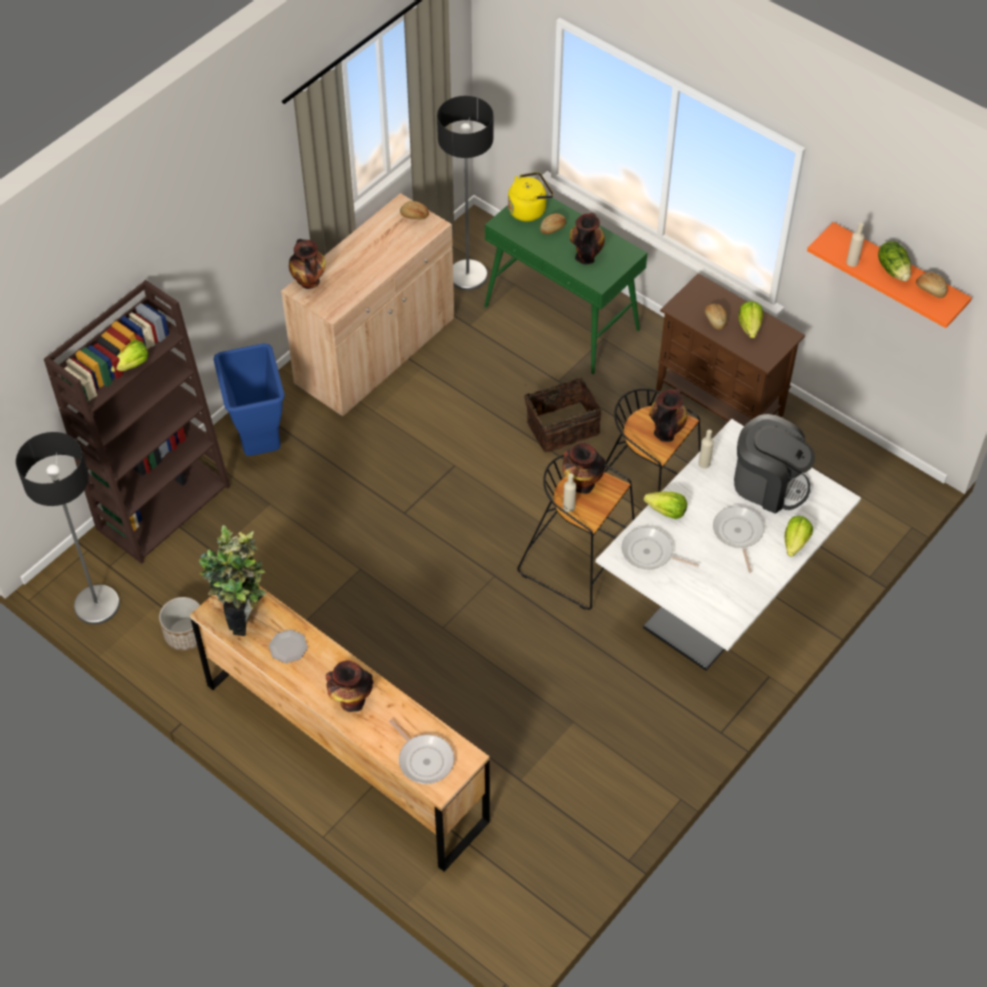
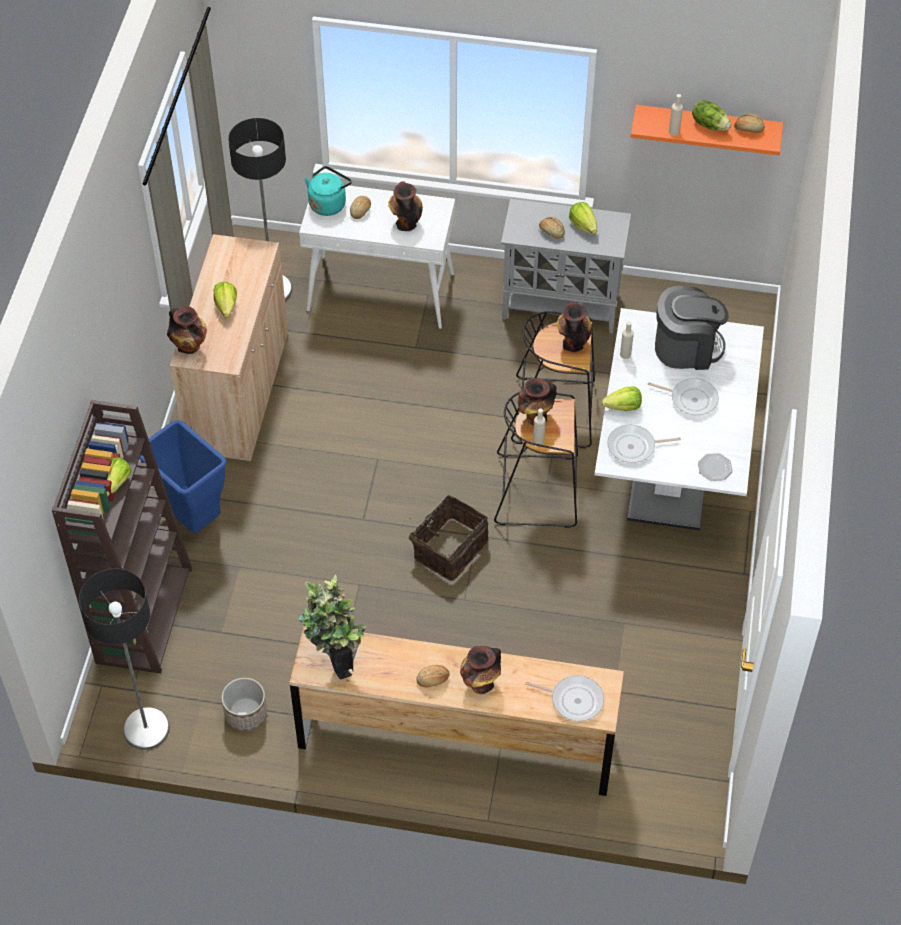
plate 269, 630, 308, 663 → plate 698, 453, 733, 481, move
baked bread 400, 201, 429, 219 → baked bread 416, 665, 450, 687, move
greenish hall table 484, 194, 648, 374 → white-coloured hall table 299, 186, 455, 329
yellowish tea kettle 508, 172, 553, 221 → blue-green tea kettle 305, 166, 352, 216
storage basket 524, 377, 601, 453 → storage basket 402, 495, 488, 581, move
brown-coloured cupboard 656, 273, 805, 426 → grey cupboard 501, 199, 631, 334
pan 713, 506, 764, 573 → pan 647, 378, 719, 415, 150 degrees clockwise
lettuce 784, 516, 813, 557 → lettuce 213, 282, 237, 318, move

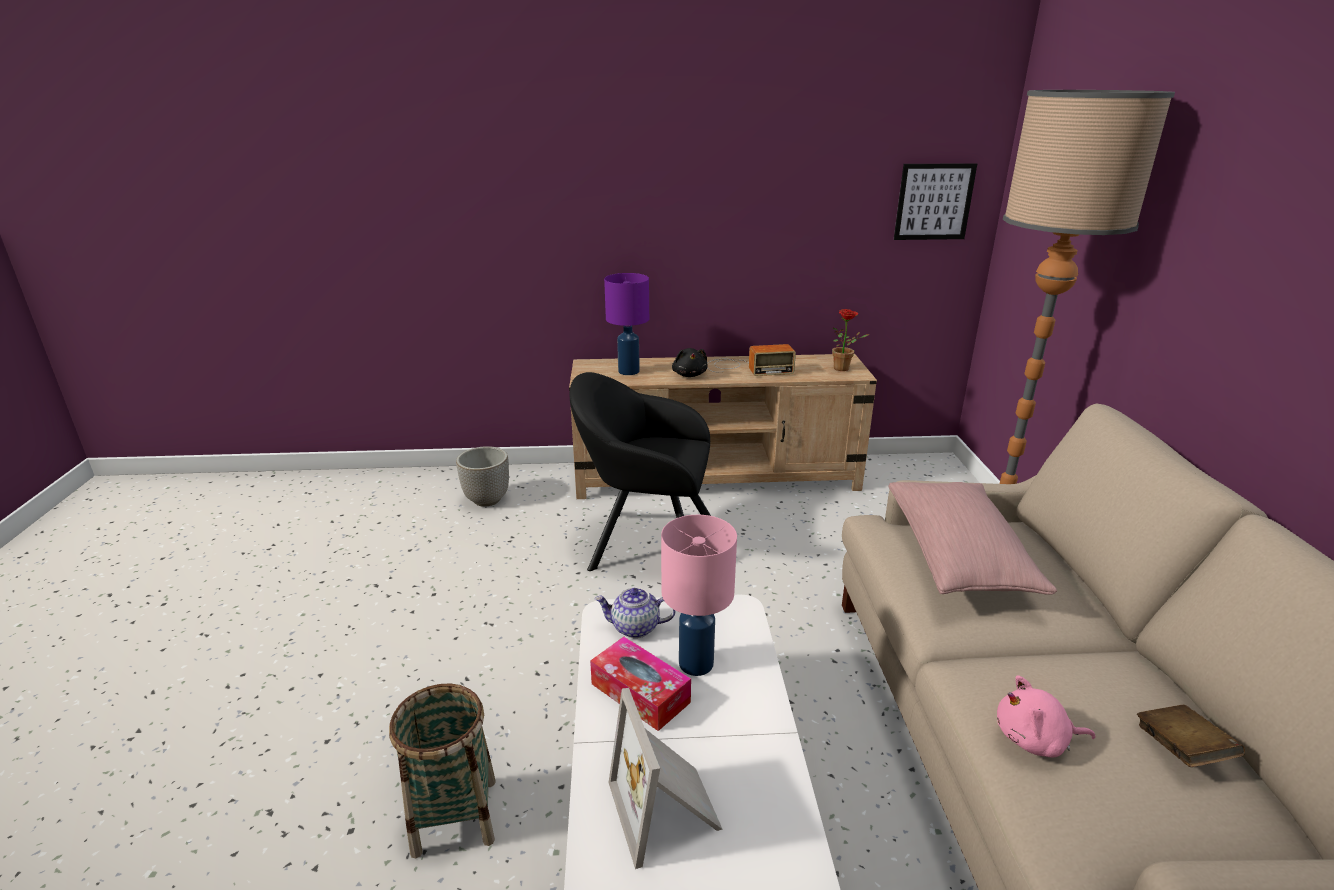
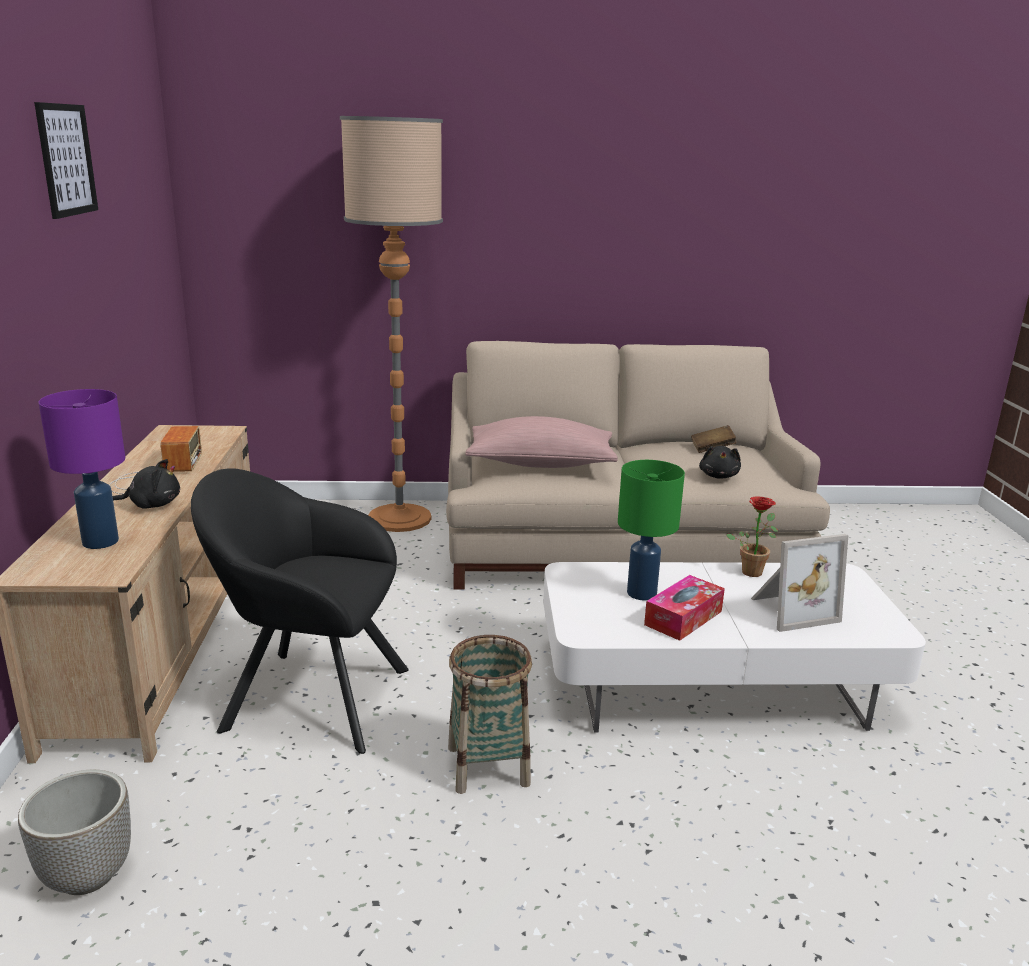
storage basket 389, 684, 496, 858 → storage basket 448, 635, 532, 794, move
black easy chair 569, 372, 711, 571 → black easy chair 191, 469, 408, 754, 90 degrees clockwise
tea pot 595, 587, 676, 638 → -
pink-coloured tabletop lamp 661, 515, 737, 676 → greenish tabletop lamp 618, 460, 685, 600
houseplant 832, 309, 869, 371 → houseplant 726, 496, 778, 577, move
picture 894, 163, 977, 240 → picture 34, 102, 98, 219, move
pink-coloured soft toy 997, 675, 1096, 758 → black soft toy 699, 446, 741, 479

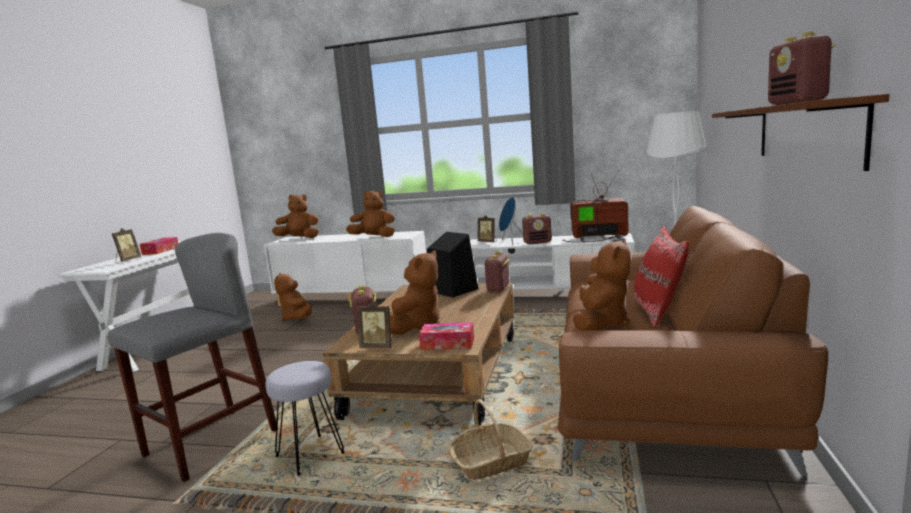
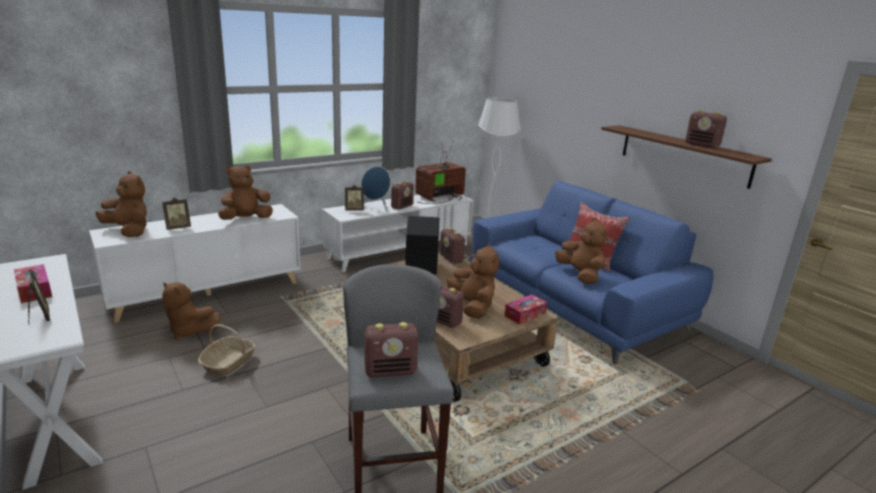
grey sitting stool 266, 361, 345, 476 → -
brown-coloured soft toy 272, 194, 319, 238 → brown-coloured soft toy 95, 171, 147, 237, 75 degrees clockwise
photo frame 357, 302, 393, 348 → photo frame 162, 198, 191, 230, move
storage basket 448, 399, 533, 480 → storage basket 198, 324, 255, 376, move
brown-coloured settee 557, 206, 828, 476 → bluish settee 469, 180, 714, 365
- → radio set 364, 322, 419, 378

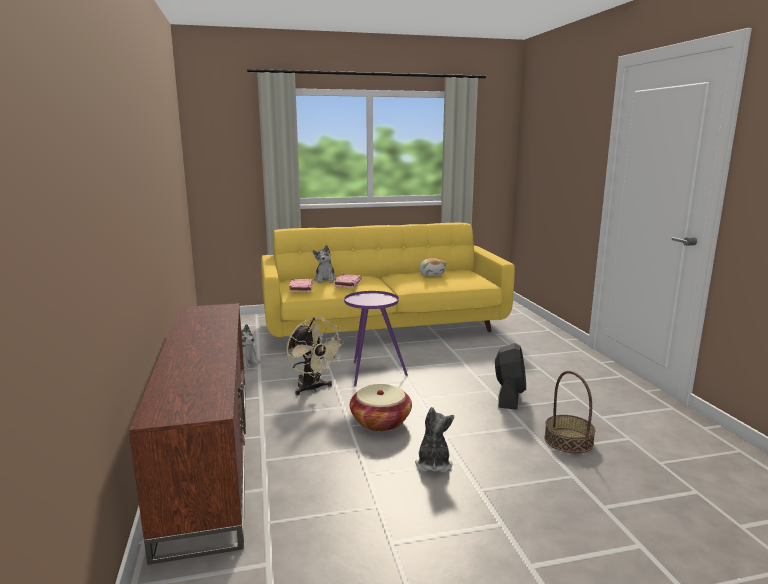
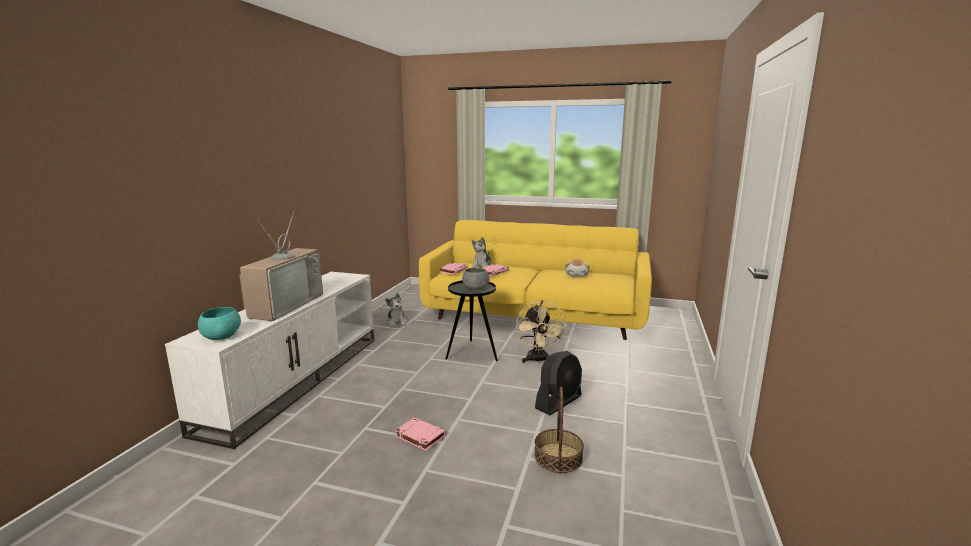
brown-coloured tv stand 129, 303, 246, 565 → white-coloured tv stand 165, 272, 374, 449
sand-coloured electric fan 286, 318, 345, 395 → sand-coloured electric fan 516, 300, 567, 363, move
purplish end table 344, 291, 408, 386 → black end table 446, 281, 498, 361
storage basket 350, 384, 412, 432 → -
soft toy 415, 407, 454, 472 → pink-coloured bound book 395, 417, 446, 451
- → blue-green serving bowl 198, 307, 241, 340
- → television 239, 212, 323, 321
- → grey serving bowl 462, 268, 489, 290

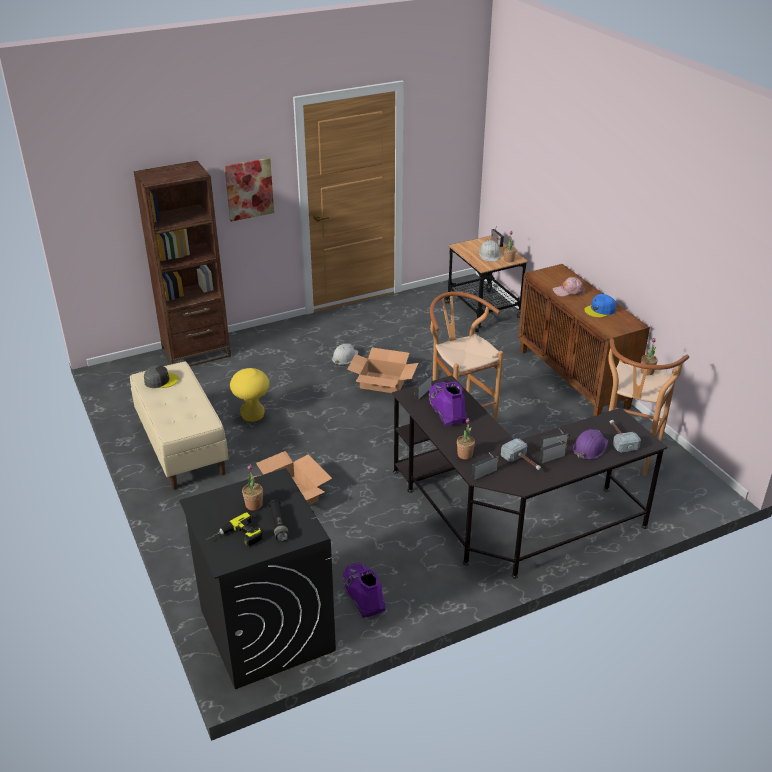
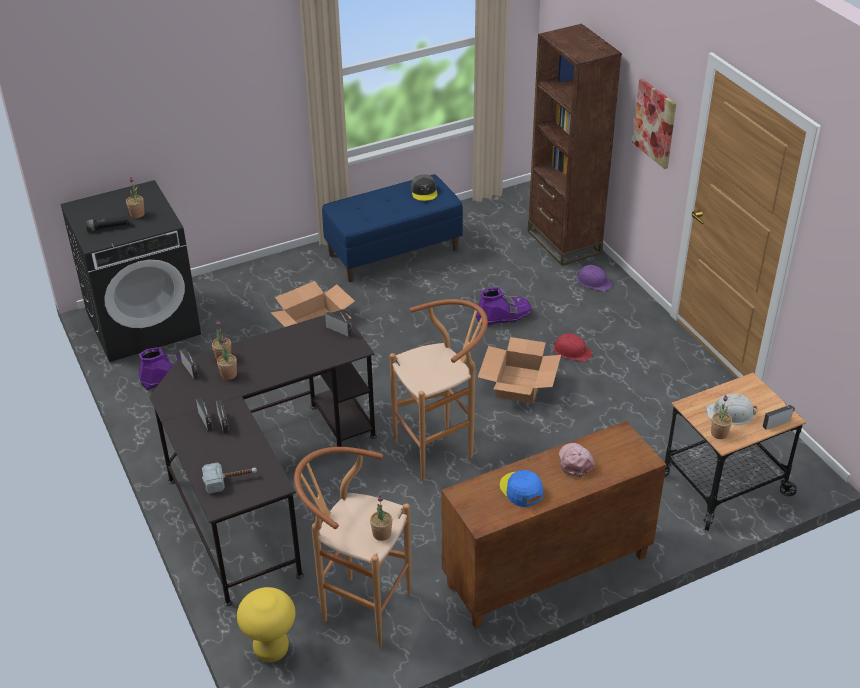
sand-coloured bench 130, 362, 229, 490 → bluish bench 322, 174, 463, 282
drill 205, 512, 263, 547 → -
yellowish sitting stool 230, 368, 269, 422 → yellowish sitting stool 237, 587, 296, 662, move
white-coloured hard hat 332, 344, 359, 365 → red hard hat 552, 333, 593, 361
purplish high-top boot 429, 381, 467, 426 → purplish high-top boot 476, 287, 532, 327, move
hand hammer 501, 438, 541, 470 → -
purplish hard hat 573, 429, 608, 459 → purplish hard hat 576, 265, 613, 291, move
- → houseplant 217, 337, 237, 380

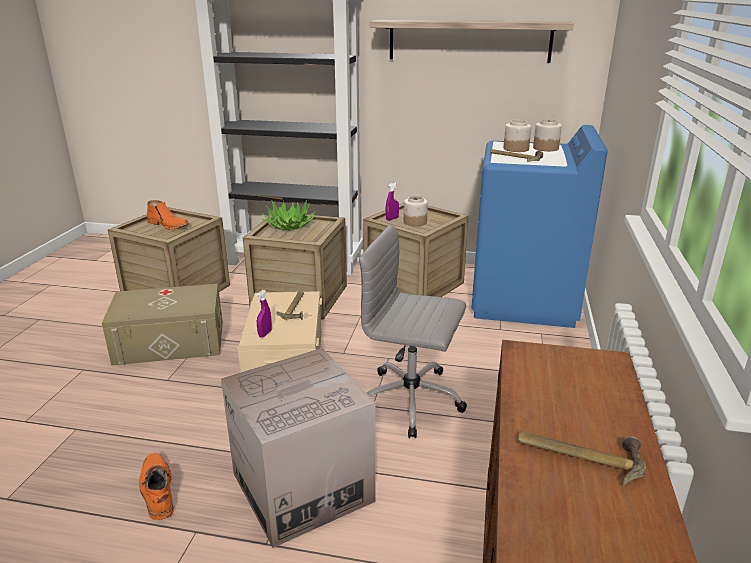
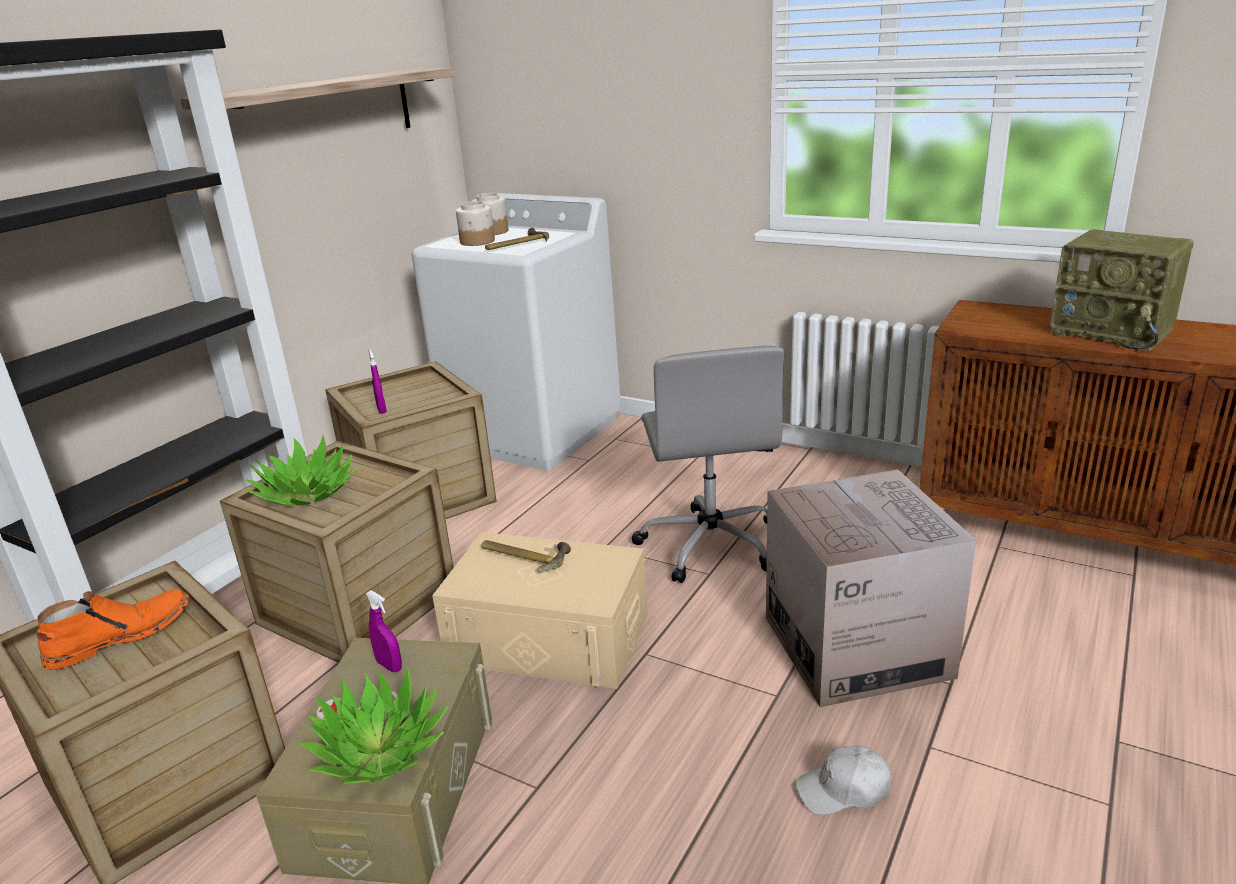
orange-coloured high-top boot 139, 453, 174, 520 → white-coloured peaked cap 795, 745, 892, 815
purplish spray bottle 256, 290, 272, 338 → purplish spray bottle 365, 590, 402, 672, move
grey office chair 359, 224, 467, 438 → grey office chair 631, 346, 784, 583, 45 degrees counterclockwise
preserve jar 404, 196, 428, 226 → -
bluish laundry machine 471, 125, 608, 328 → white-coloured laundry machine 411, 193, 621, 471
hand hammer 518, 431, 646, 486 → radio set 1050, 229, 1194, 351
- → houseplant 298, 668, 447, 784

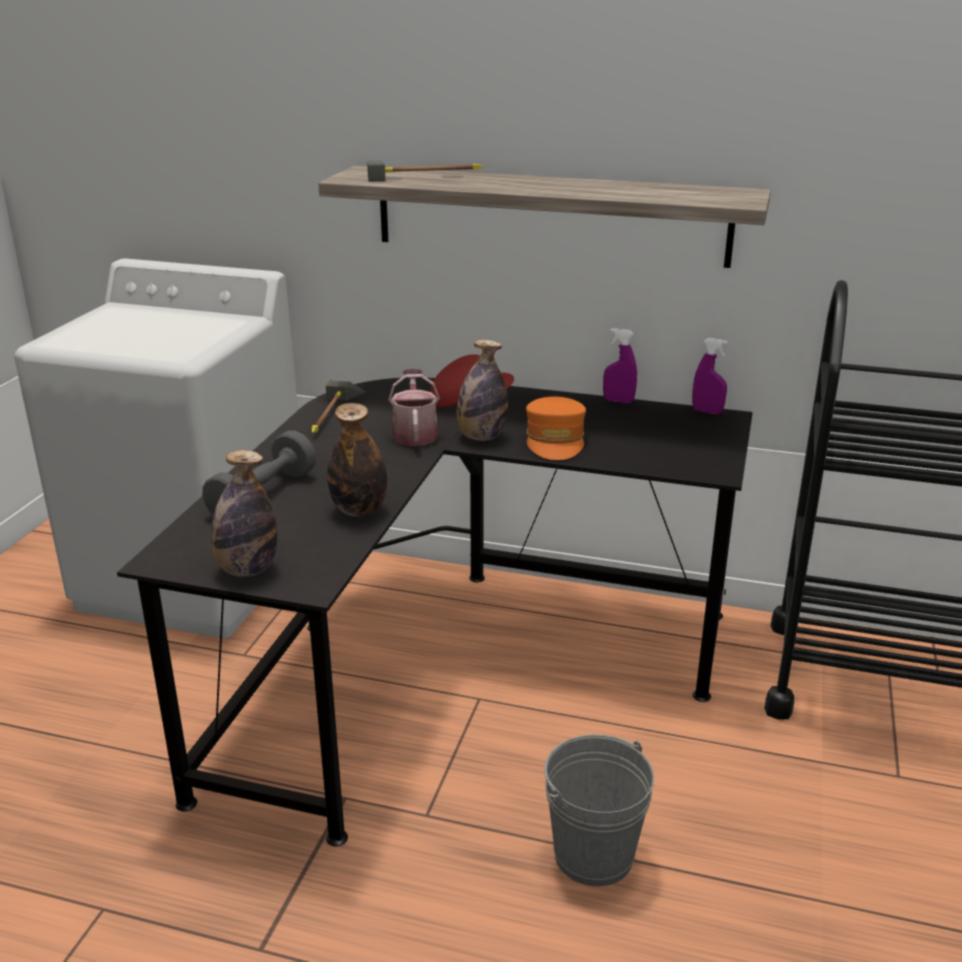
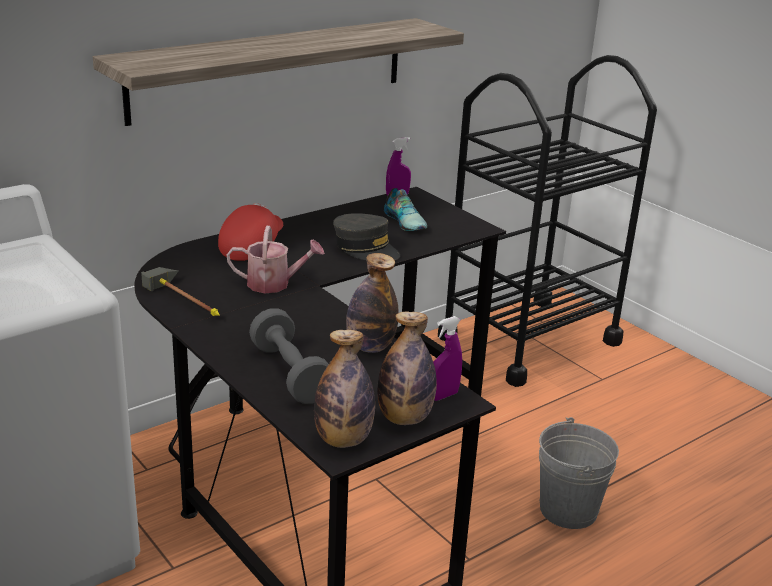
hand hammer 367, 160, 484, 182 → -
sprinkling can 388, 368, 440, 446 → sprinkling can 227, 226, 325, 293, 150 degrees clockwise
drink bottle 457, 340, 508, 441 → drink bottle 314, 329, 375, 448, move
orange-coloured peaked cap 526, 397, 586, 460 → grey peaked cap 333, 213, 400, 260
purplish spray bottle 603, 328, 637, 403 → purplish spray bottle 433, 316, 462, 401, move
- → item of footwear 384, 188, 427, 231

